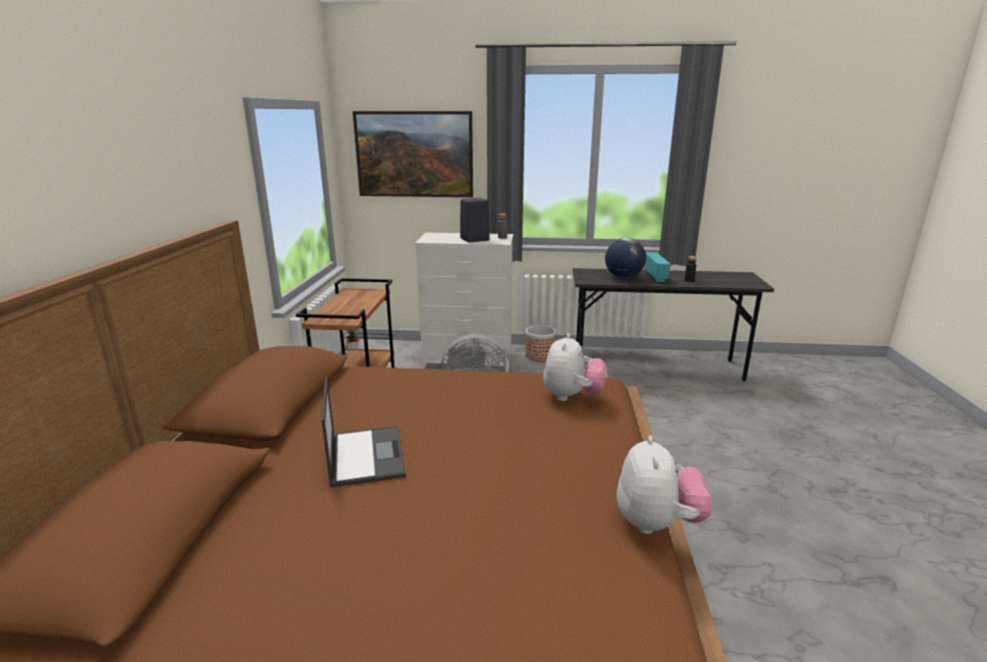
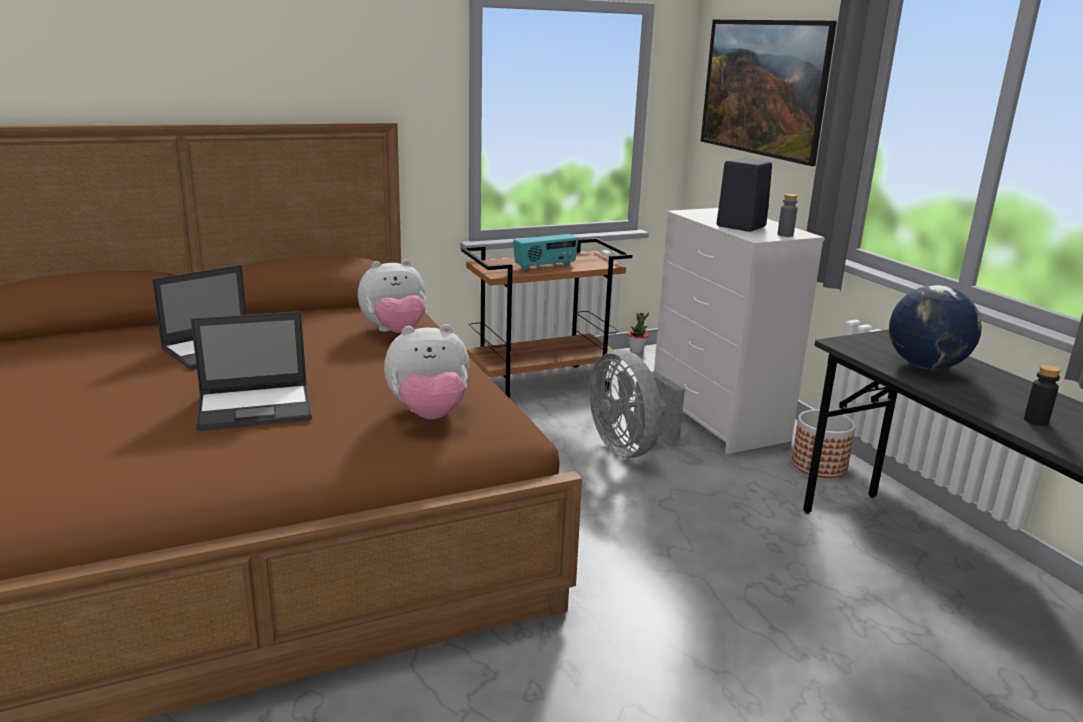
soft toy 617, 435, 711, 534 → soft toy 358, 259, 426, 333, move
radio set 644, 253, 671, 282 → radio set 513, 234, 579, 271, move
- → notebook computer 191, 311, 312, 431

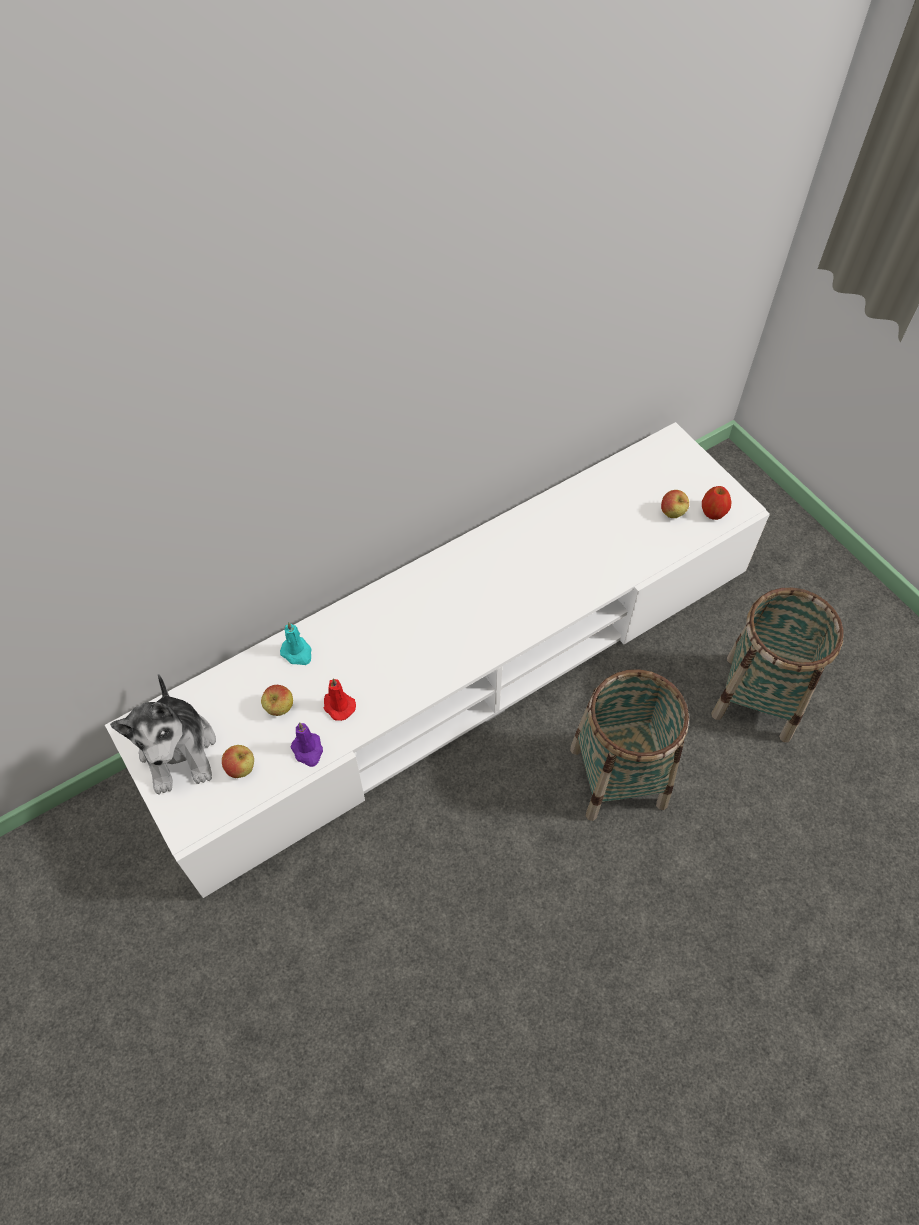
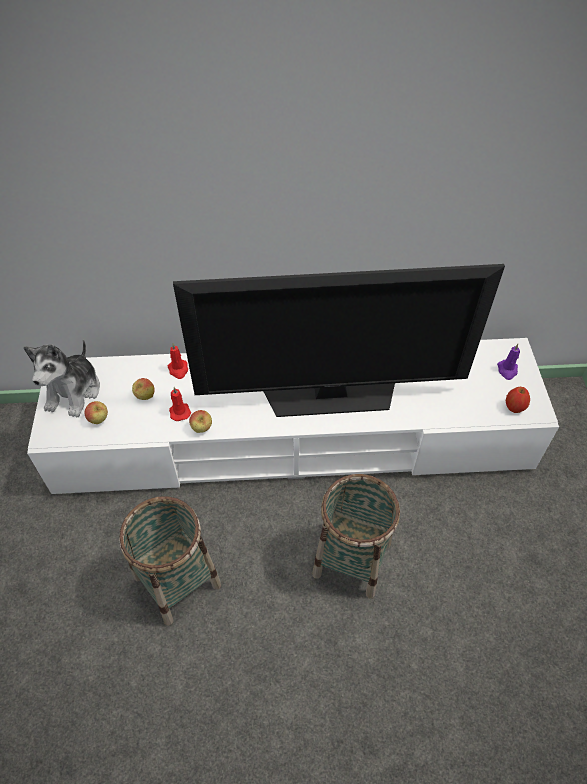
blue-green candle 280, 622, 312, 665 → red candle 168, 343, 188, 379
purplish candle 290, 722, 323, 767 → purplish candle 497, 344, 520, 380, move
apple 661, 490, 689, 518 → apple 189, 410, 212, 433, move
storage basket 711, 588, 844, 742 → storage basket 119, 496, 221, 626, move
- → television 173, 264, 505, 417

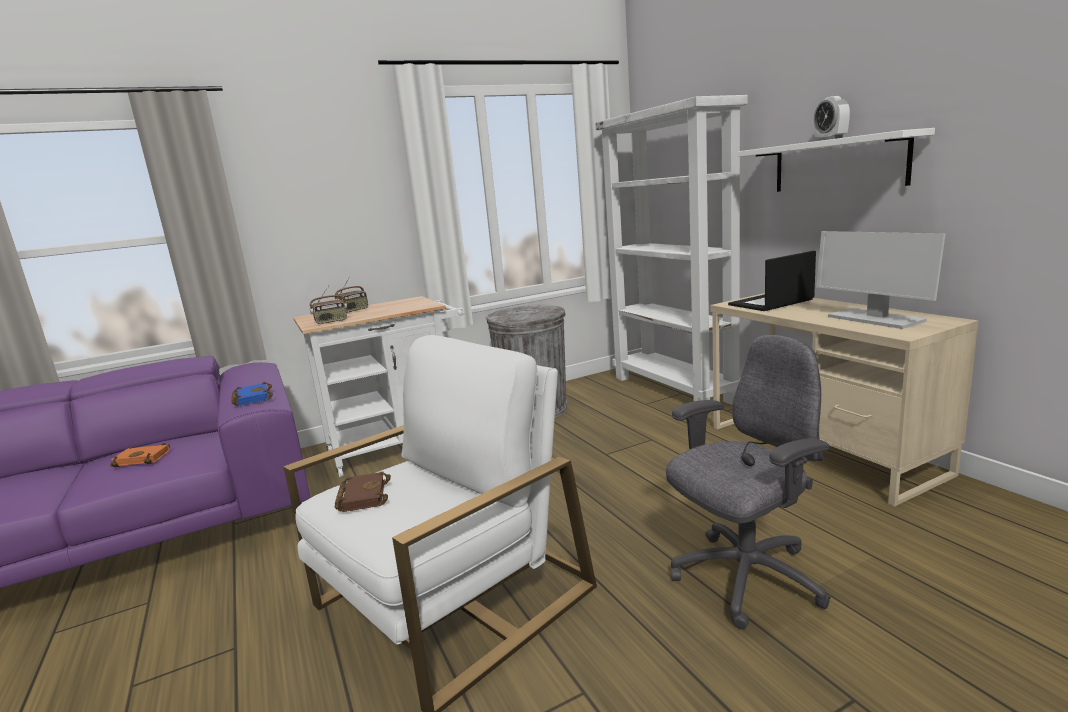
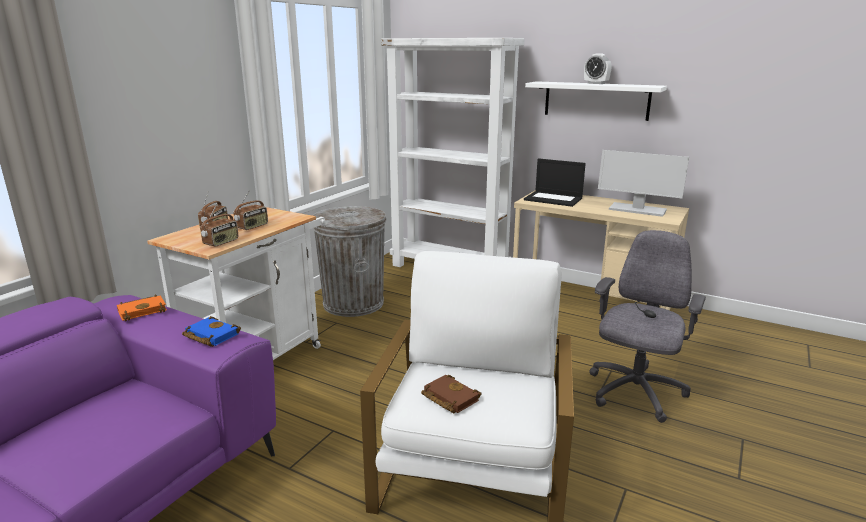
orange-coloured bound book 110, 443, 170, 467 → orange-coloured bound book 117, 294, 167, 321, move
notebook computer 728, 251, 816, 311 → notebook computer 524, 158, 586, 207, 90 degrees counterclockwise
- → radio set 233, 192, 268, 230

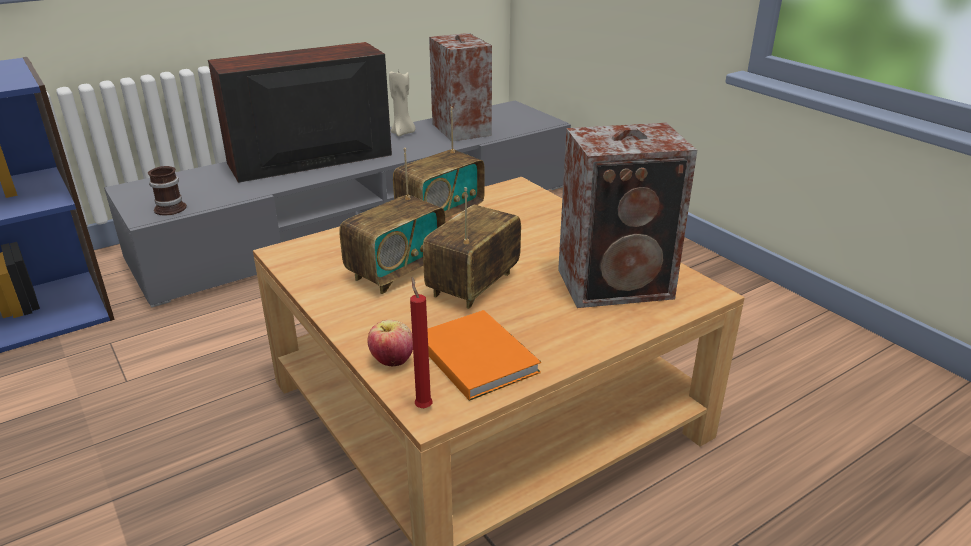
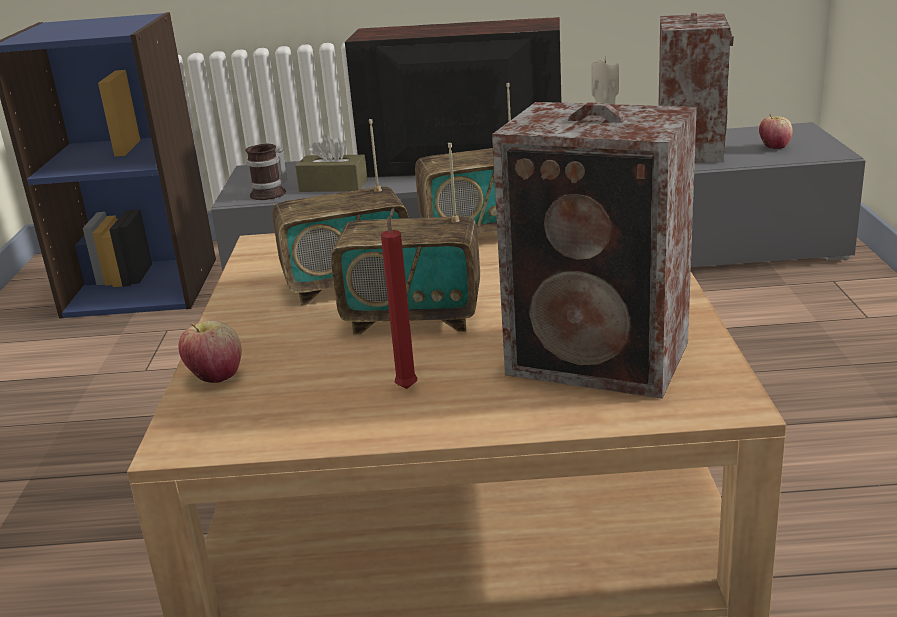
red candle 410, 277, 433, 408 → red candle 381, 208, 417, 389, move
radio set 423, 187, 521, 309 → radio set 331, 143, 480, 335, 150 degrees counterclockwise
orange-coloured bound book 427, 310, 541, 401 → -
- → brown-coloured tissue holder 295, 134, 368, 192
- → apple 759, 114, 793, 149

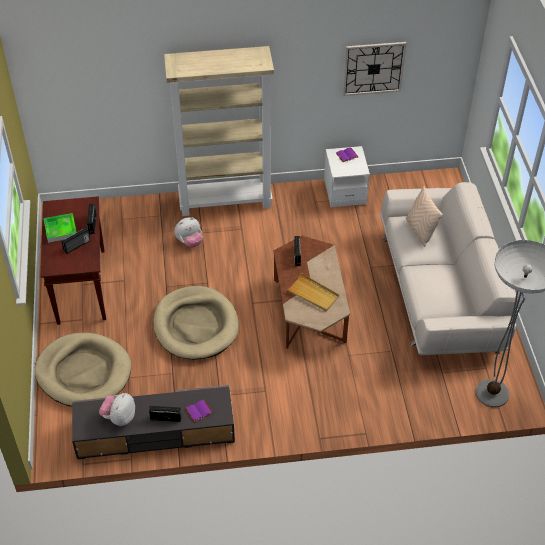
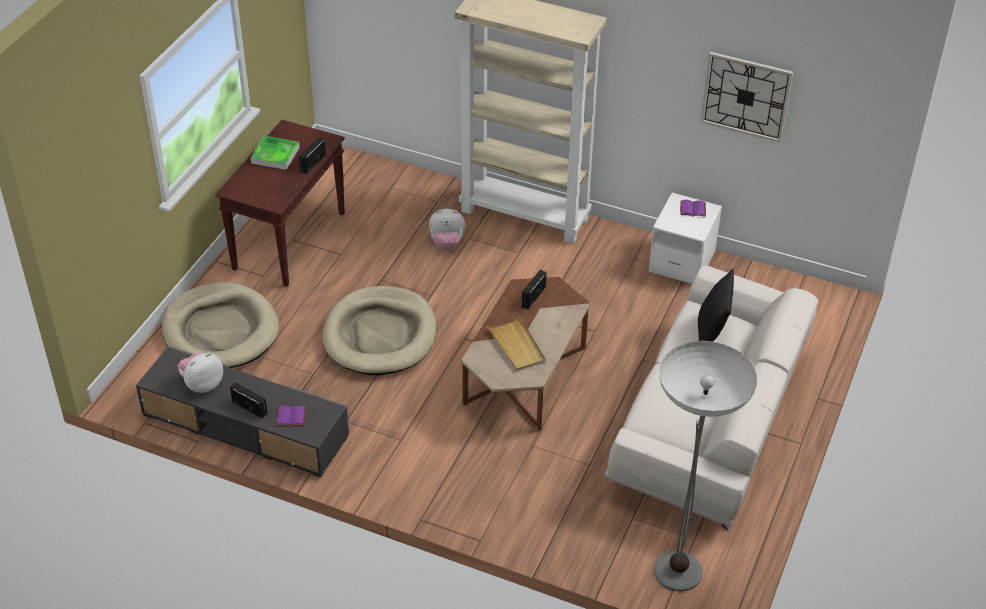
radio set 61, 227, 90, 254 → -
sand-coloured pillow 406, 186, 443, 247 → black pillow 698, 269, 734, 341

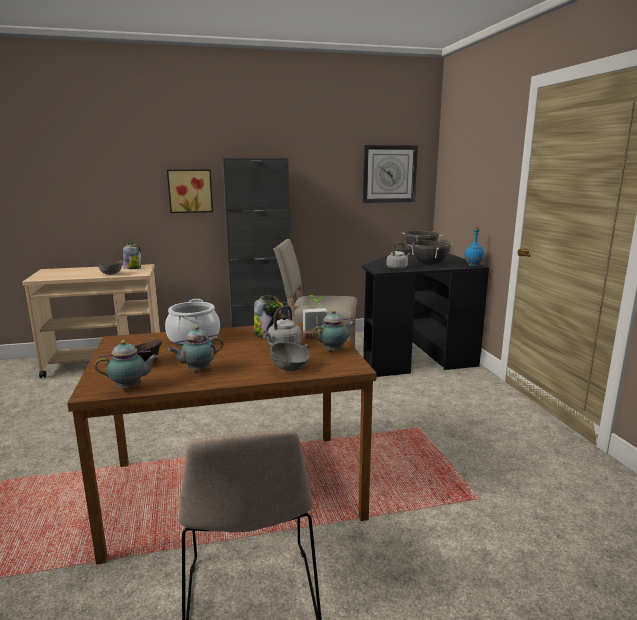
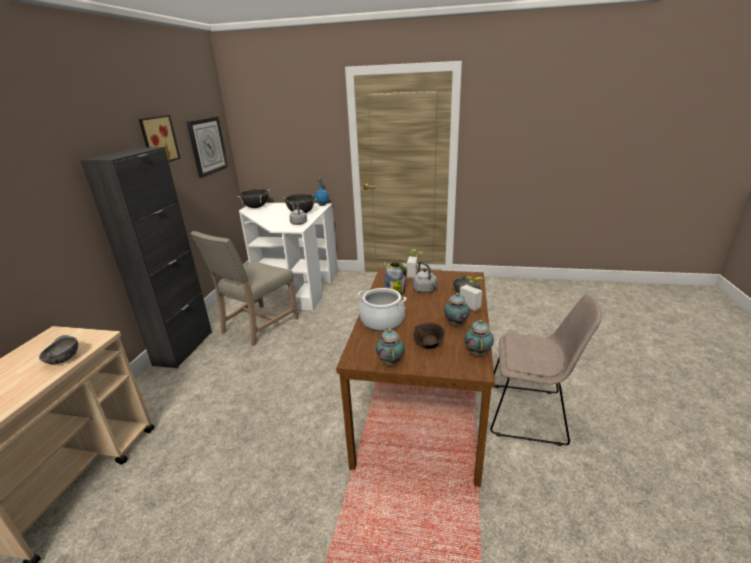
preserve jar 123, 244, 141, 269 → -
picture 167, 170, 213, 213 → picture 139, 115, 180, 162, move
tea pot 312, 310, 355, 352 → tea pot 376, 328, 405, 365, move
black desk table 362, 249, 489, 377 → white-coloured desk table 239, 203, 338, 311
- → houseplant 460, 277, 484, 315

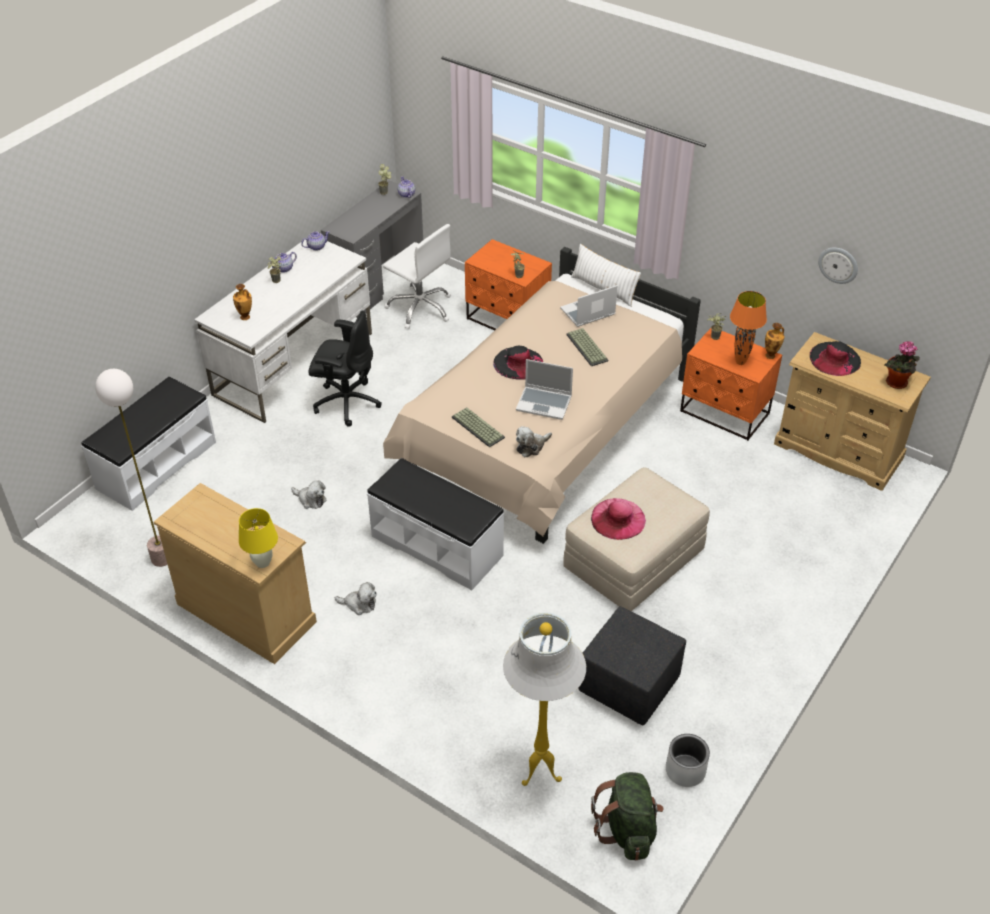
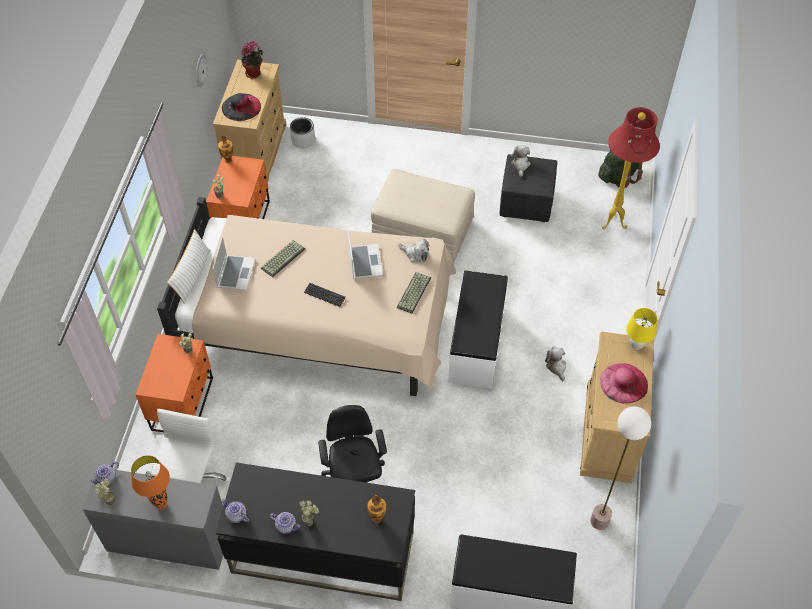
white-coloured desk table 194, 239, 372, 423 → black desk table 216, 463, 415, 601
soft toy 291, 480, 326, 509 → soft toy 511, 145, 531, 177, move
black clothing hat 493, 345, 543, 380 → computer keyboard 304, 283, 346, 307
white-coloured standard lamp 503, 612, 586, 786 → red standard lamp 602, 107, 660, 229
notebook computer 560, 285, 618, 327 → notebook computer 213, 236, 255, 291, 120 degrees counterclockwise
pink-coloured clothing hat 591, 498, 646, 540 → pink-coloured clothing hat 600, 363, 648, 404, move
grey plant pot 666, 734, 710, 787 → grey plant pot 290, 117, 315, 148, move
orange-coloured tabletop lamp 730, 291, 767, 365 → orange-coloured tabletop lamp 131, 455, 170, 510, move

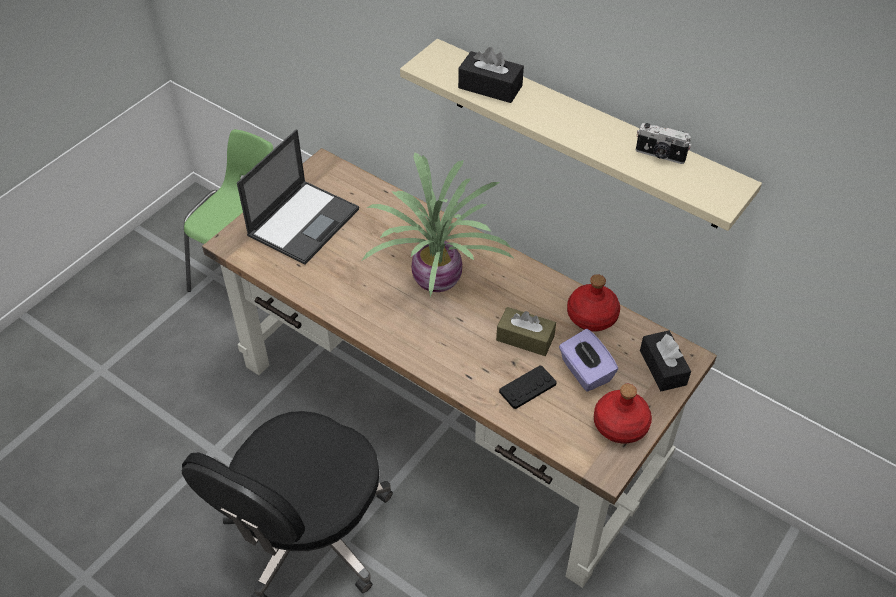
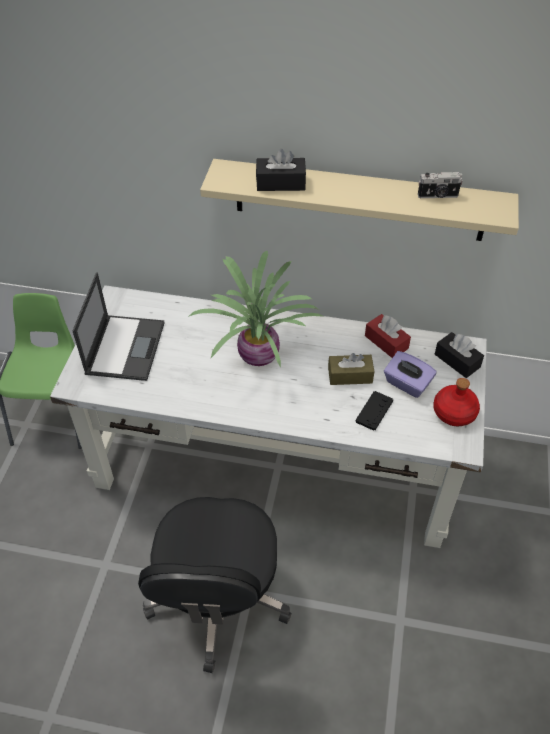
brown-coloured desk table 202, 148, 717, 588 → white-coloured desk table 50, 285, 487, 548
red drink bottle 567, 274, 620, 332 → red tissue holder 365, 314, 411, 358

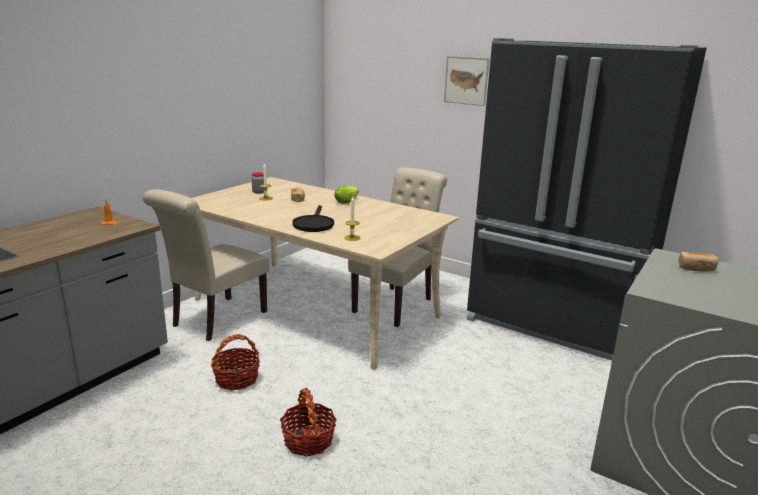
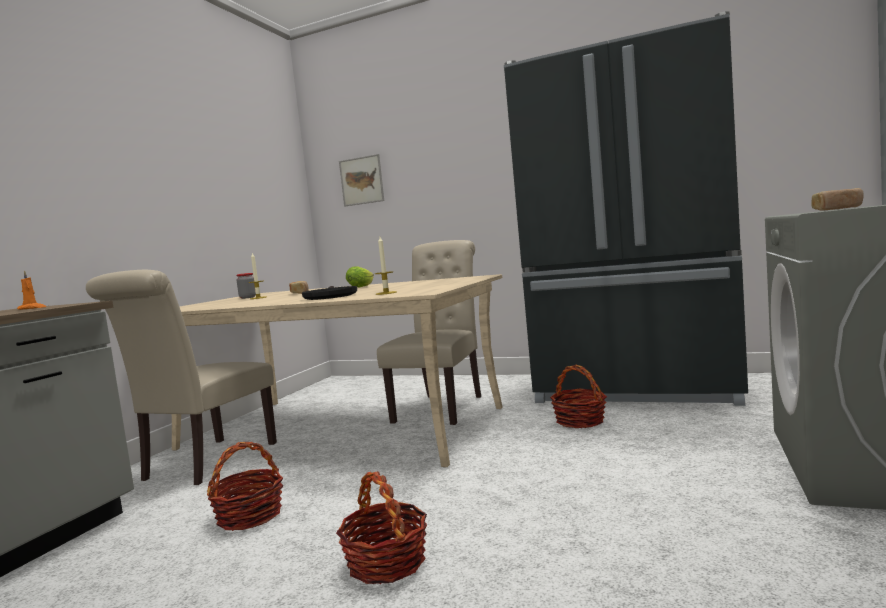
picture 444, 56, 490, 106 → picture 339, 154, 384, 206, move
- → storage basket 550, 365, 607, 428

